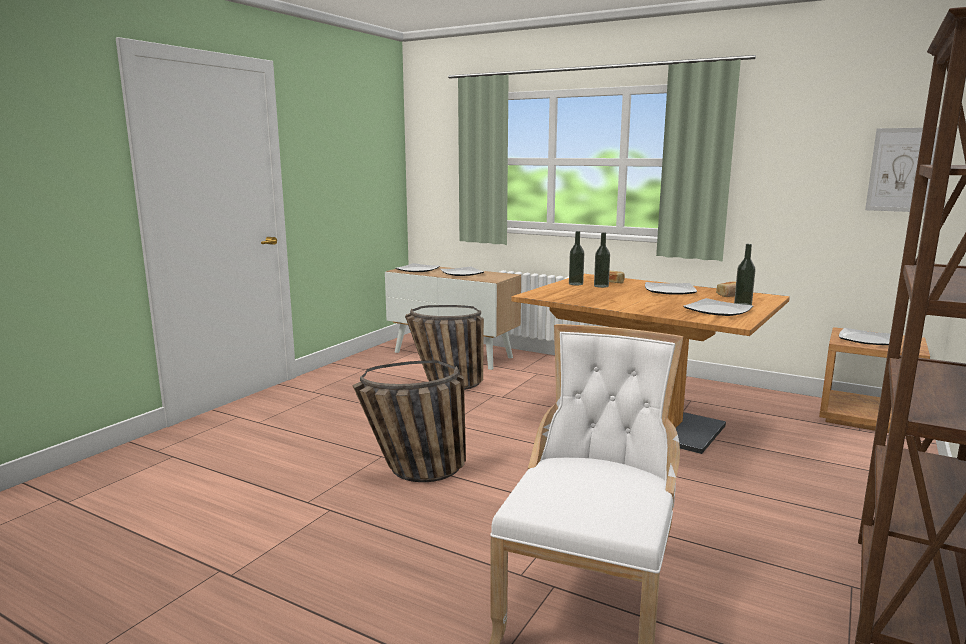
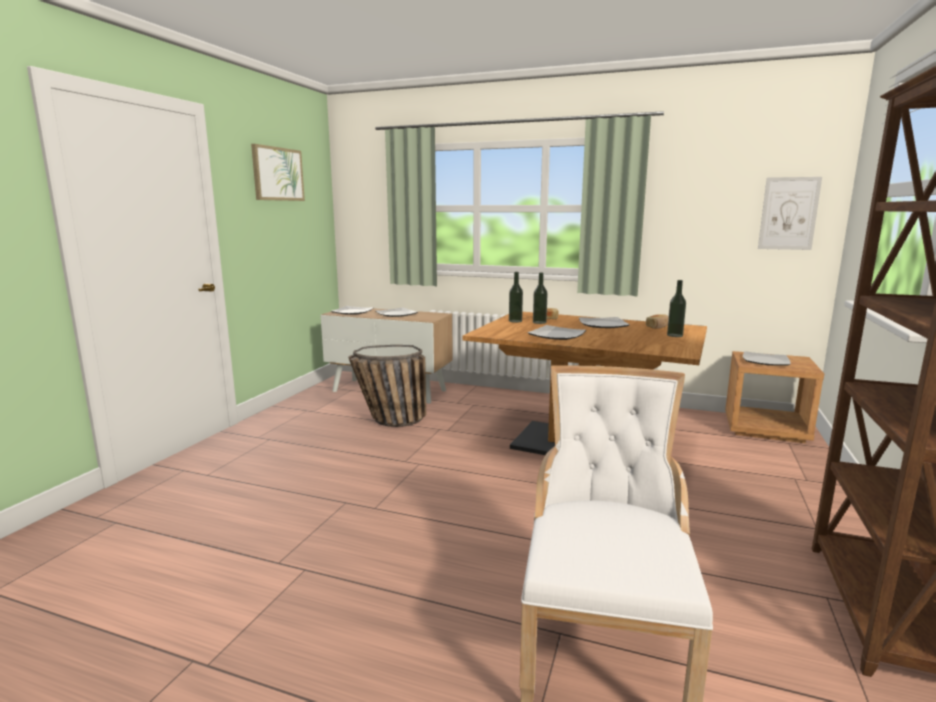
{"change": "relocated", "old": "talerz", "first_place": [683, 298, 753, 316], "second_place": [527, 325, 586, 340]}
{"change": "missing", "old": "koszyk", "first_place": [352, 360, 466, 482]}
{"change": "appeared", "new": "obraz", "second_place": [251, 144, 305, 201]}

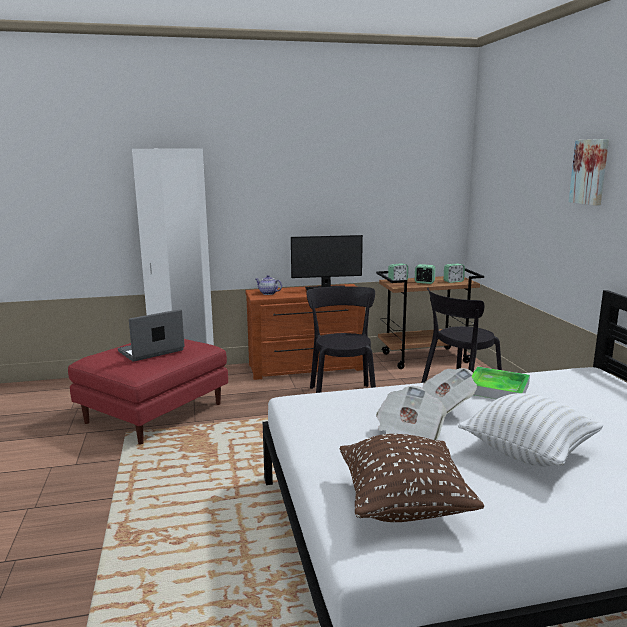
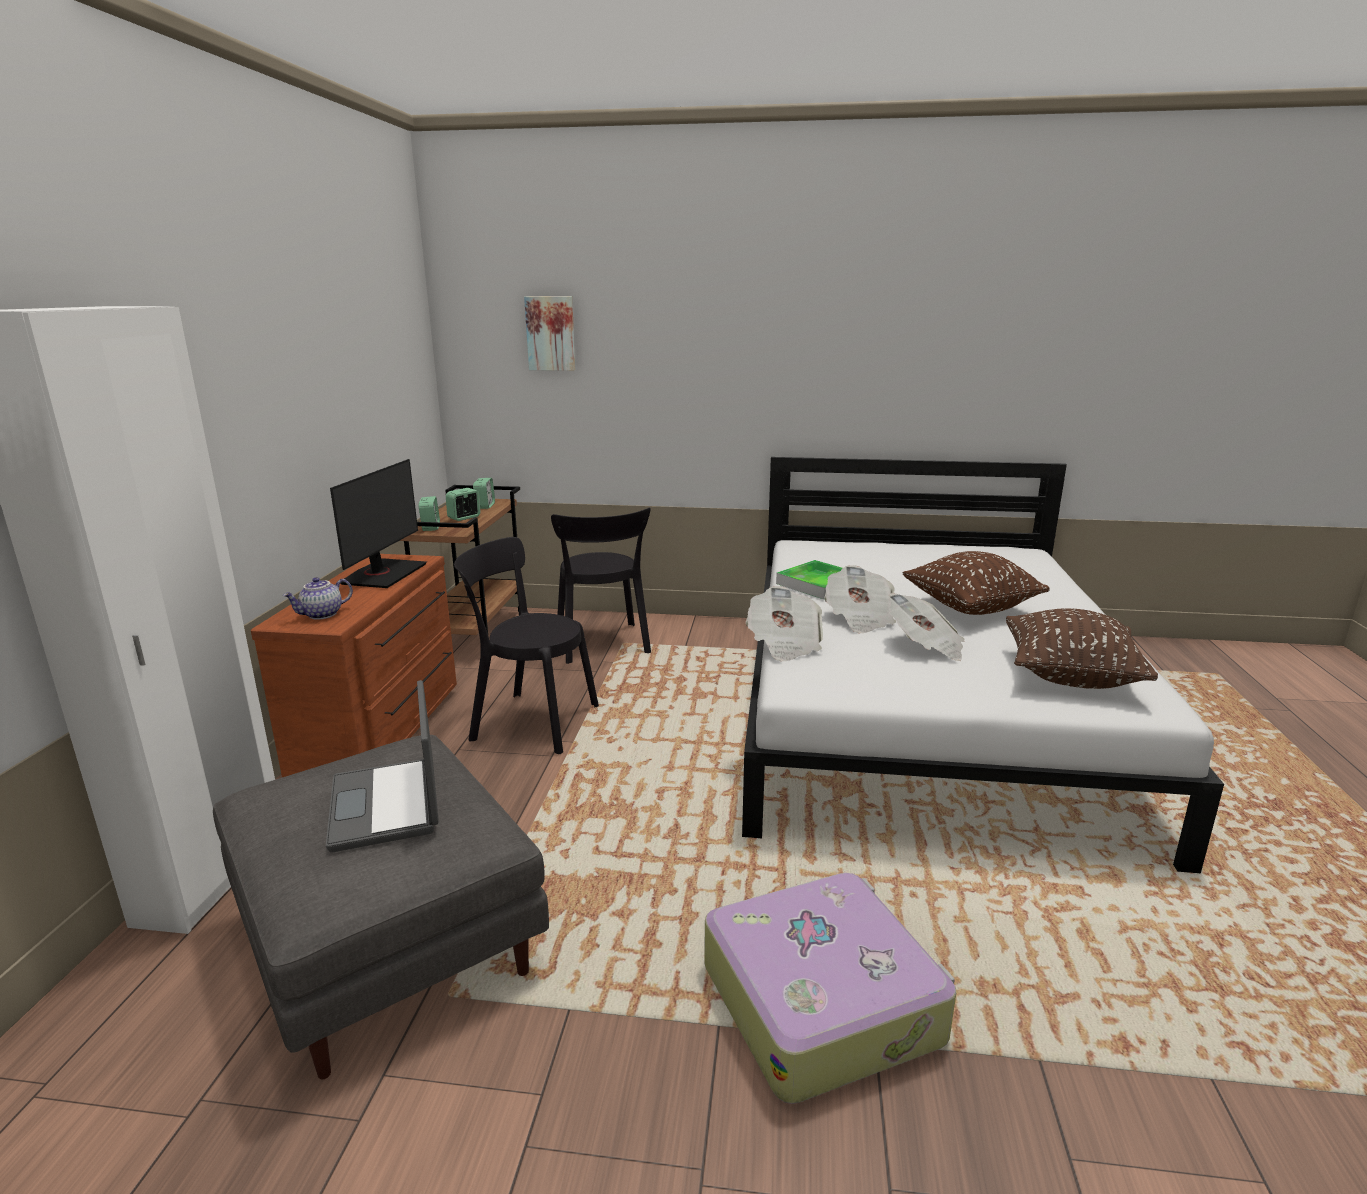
{"change": "relocated", "old": "obraz", "first_place": [569, 139, 609, 206], "second_place": [524, 296, 576, 371]}
{"change": "colour", "old": "pufa [czerwony]", "new": "pufa [szary]", "first_place": [68, 339, 228, 444], "second_place": [213, 735, 549, 1080]}
{"change": "colour", "old": "poduszka [biały]", "new": "poduszka [brązowy]", "first_place": [458, 393, 604, 467], "second_place": [903, 551, 1050, 615]}
{"change": "appeared", "new": "gazeta", "second_place": [746, 586, 823, 662]}
{"change": "appeared", "new": "walizka", "second_place": [704, 873, 956, 1104]}

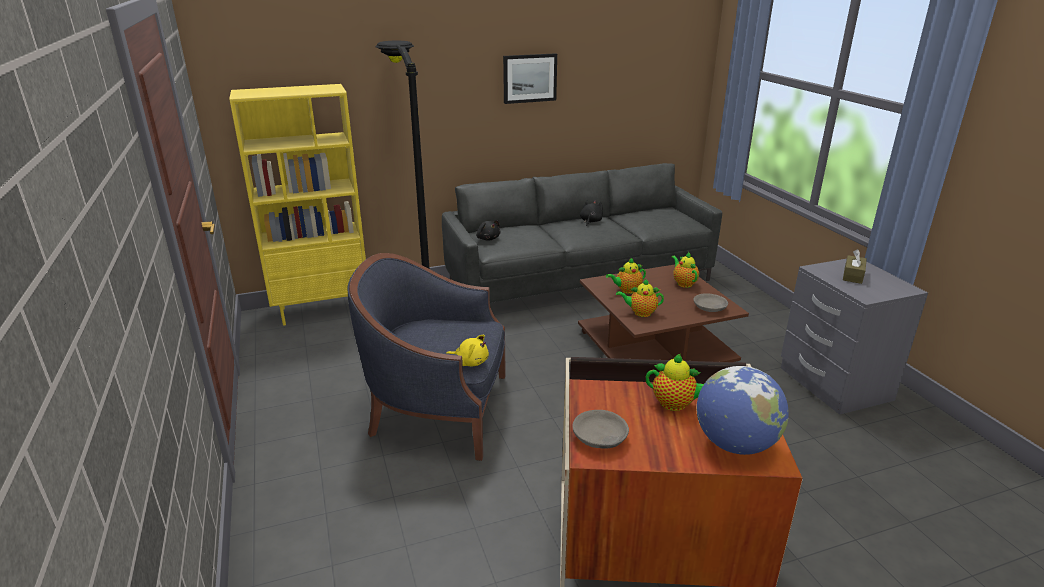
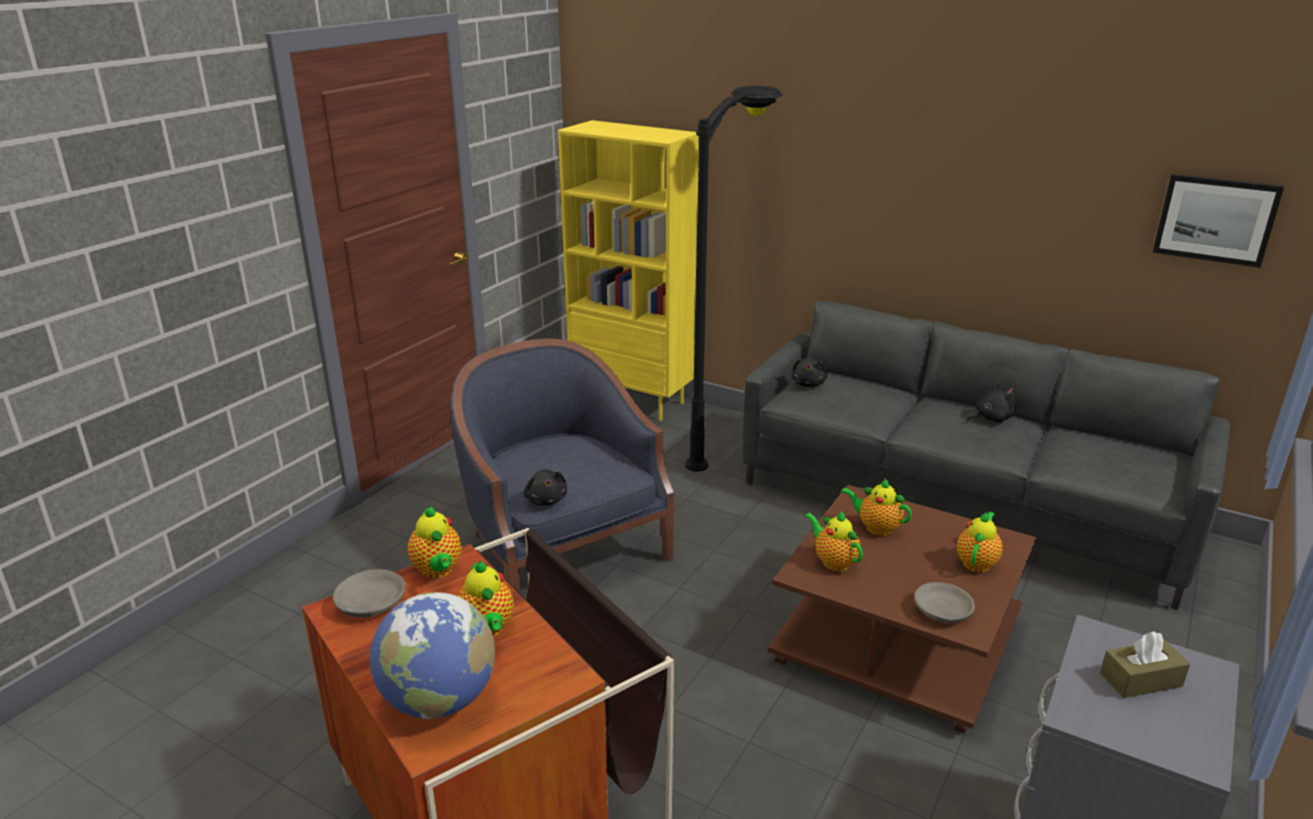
{"change": "relocated", "old": "obraz", "first_place": [503, 53, 557, 104], "second_place": [1153, 174, 1284, 268]}
{"change": "colour", "old": "pluszak [żółty]", "new": "pluszak [czarny]", "first_place": [447, 335, 489, 366], "second_place": [524, 470, 567, 505]}
{"change": "appeared", "new": "imbryk", "second_place": [408, 506, 462, 578]}

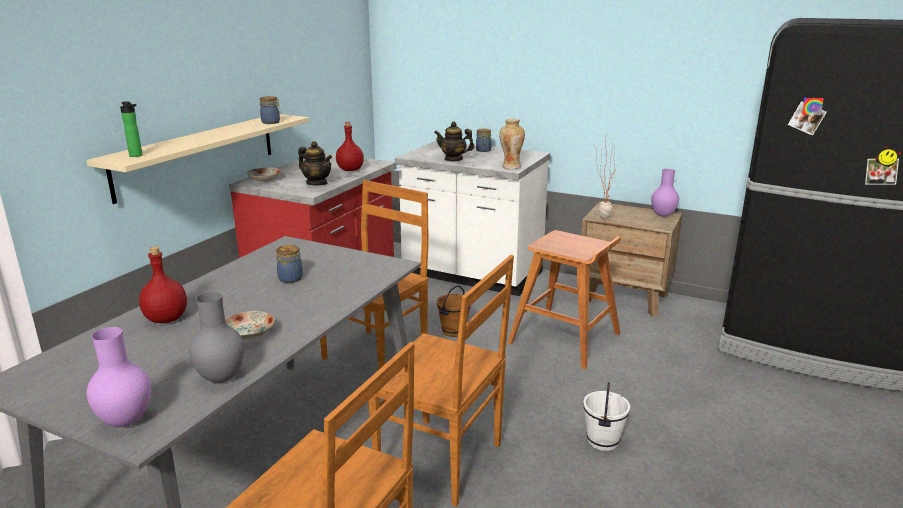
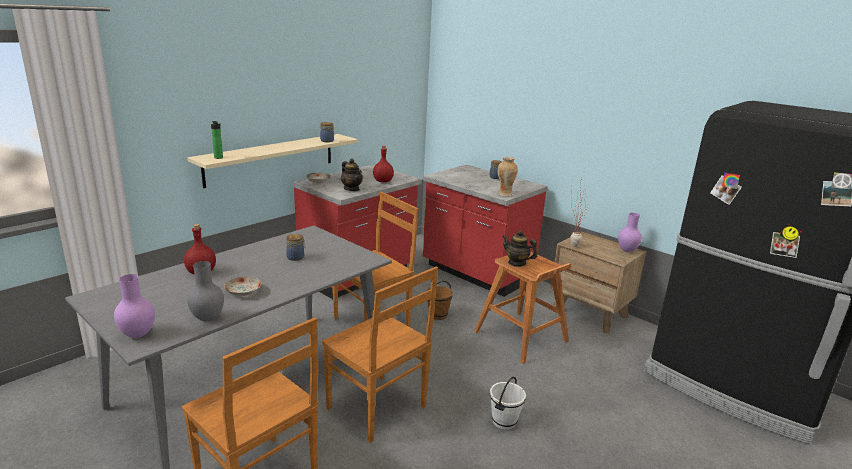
{"change": "relocated", "old": "imbryk", "first_place": [434, 122, 474, 161], "second_place": [502, 230, 537, 267]}
{"change": "colour", "old": "zabudowa kuchenna [biały]", "new": "zabudowa kuchenna [czerwony]", "first_place": [395, 141, 550, 296], "second_place": [423, 165, 548, 297]}

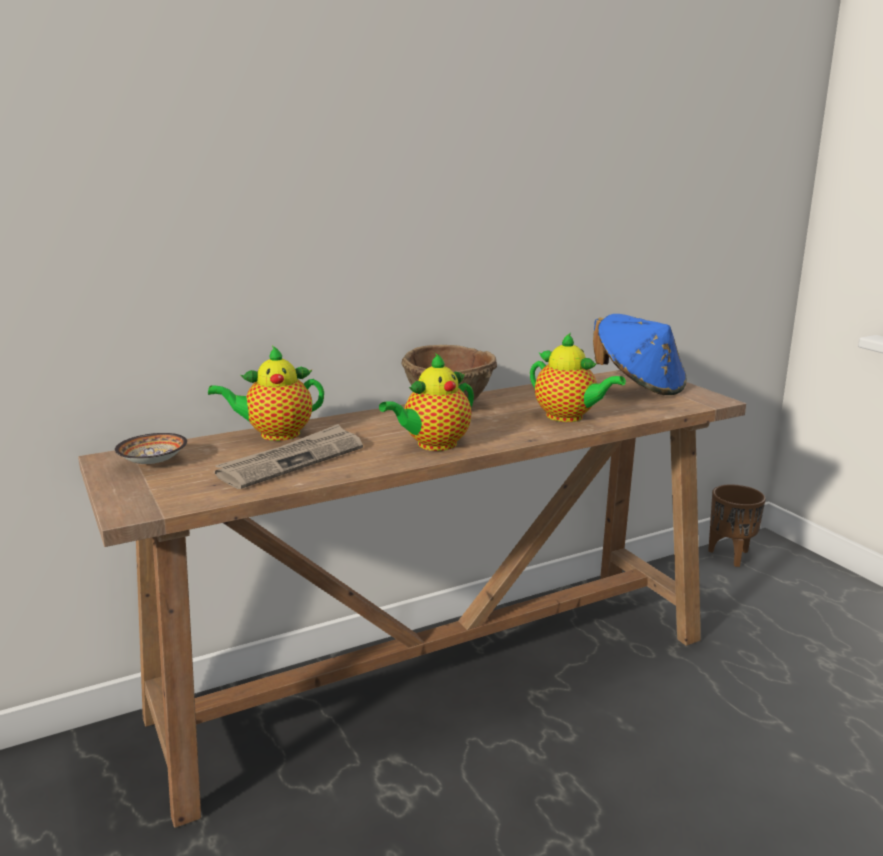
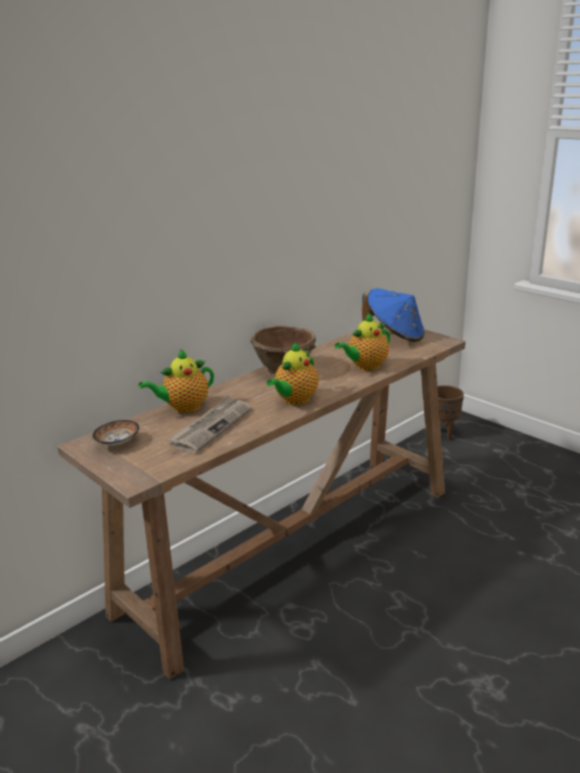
{"change": "spun", "old": "imbryk", "first_place": [530, 333, 626, 422], "second_place": [335, 313, 390, 371], "degrees": 120}

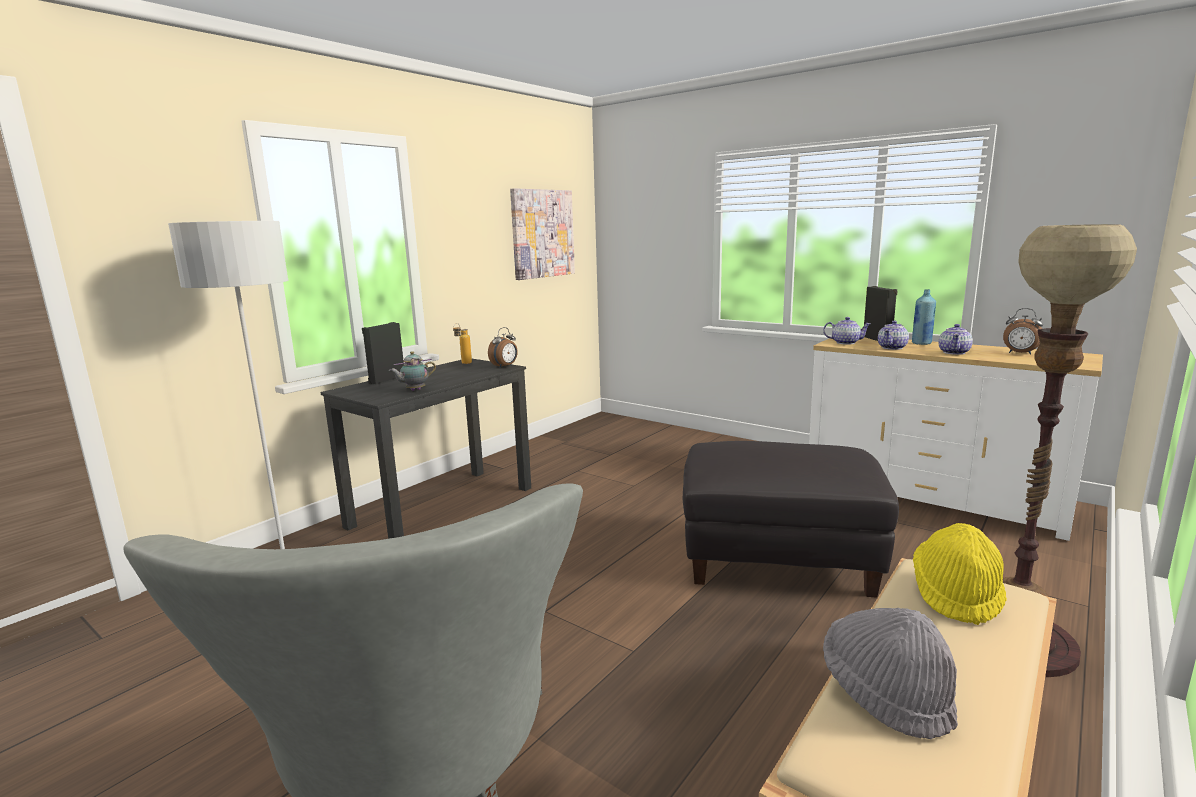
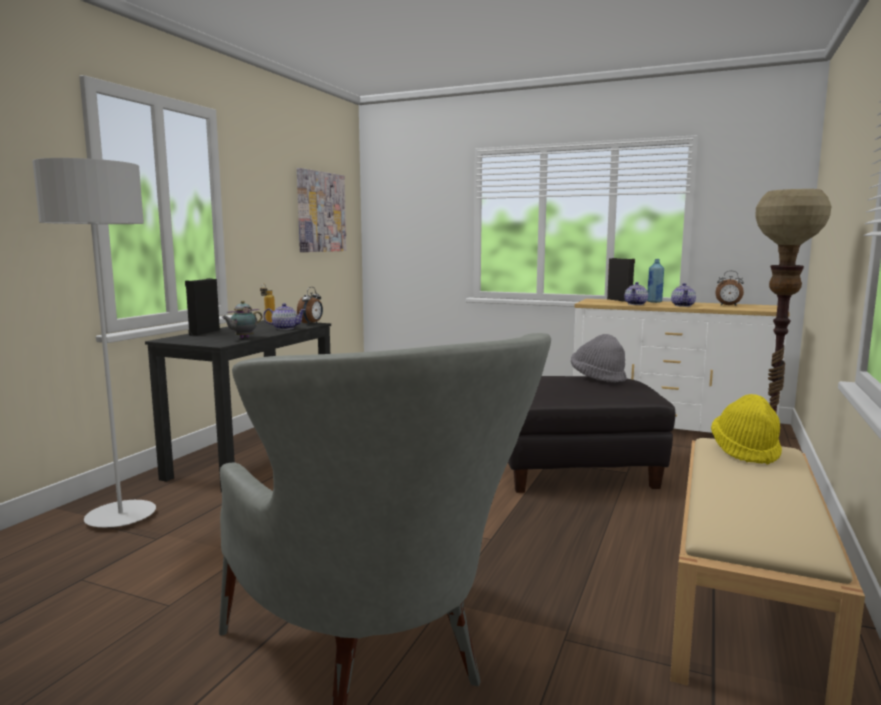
{"change": "relocated", "old": "imbryk", "first_place": [823, 317, 871, 345], "second_place": [263, 303, 306, 330]}
{"change": "relocated", "old": "kapelusz [szary]", "first_place": [823, 608, 958, 739], "second_place": [571, 334, 627, 383]}

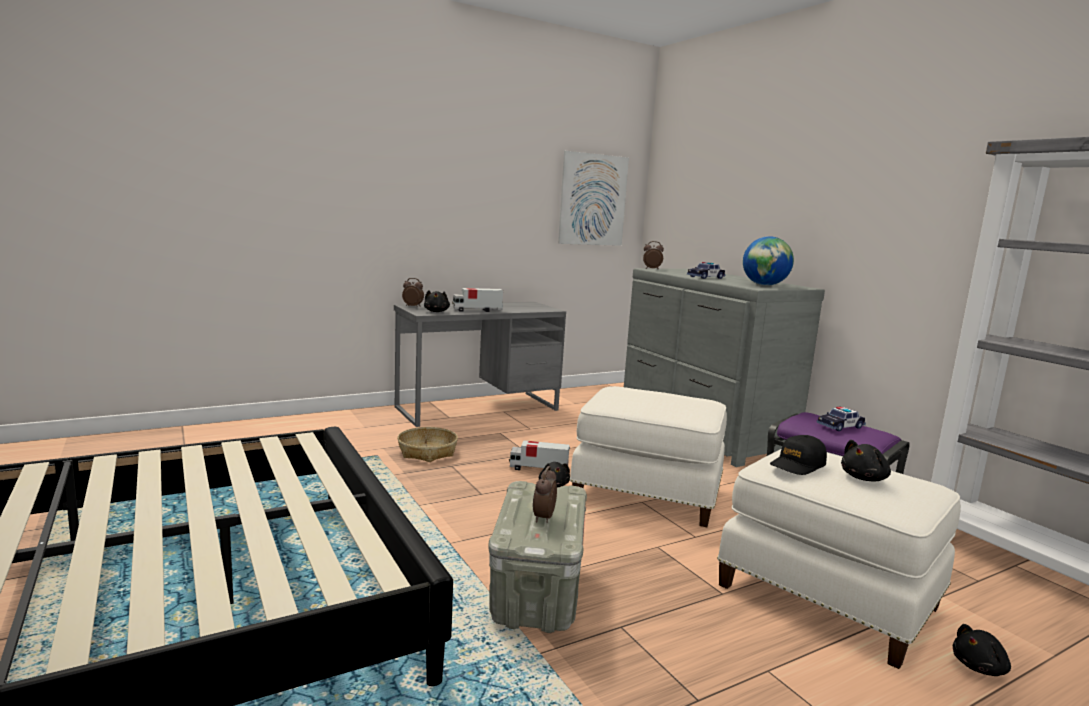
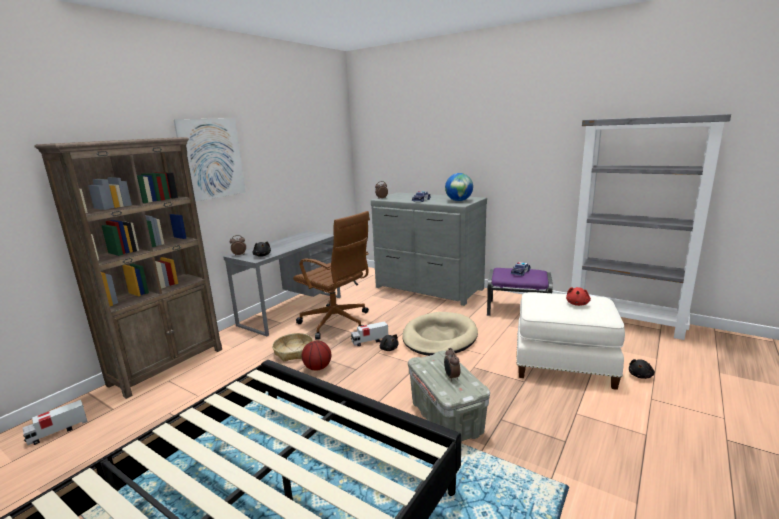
{"change": "relocated", "old": "obraz", "first_place": [558, 151, 629, 246], "second_place": [173, 118, 245, 202]}
{"change": "relocated", "old": "ciężarówka zabawkowa", "first_place": [452, 288, 503, 312], "second_place": [23, 400, 88, 445]}
{"change": "exchanged", "old": "pufa [biały]", "new": "legowisko [beżowy]", "first_place": [569, 386, 727, 527], "second_place": [402, 312, 478, 356]}
{"change": "missing", "old": "czapka z daszkiem [czarny]", "first_place": [770, 435, 827, 475]}
{"change": "colour", "old": "pluszak [czarny]", "new": "pluszak [czerwony]", "first_place": [841, 440, 891, 482], "second_place": [566, 287, 591, 306]}
{"change": "appeared", "new": "regał [brązowy]", "second_place": [34, 137, 222, 399]}
{"change": "appeared", "new": "krzesło biurowe [brązowy]", "second_place": [293, 211, 370, 340]}
{"change": "appeared", "new": "piłka do koszykówki", "second_place": [302, 341, 331, 371]}

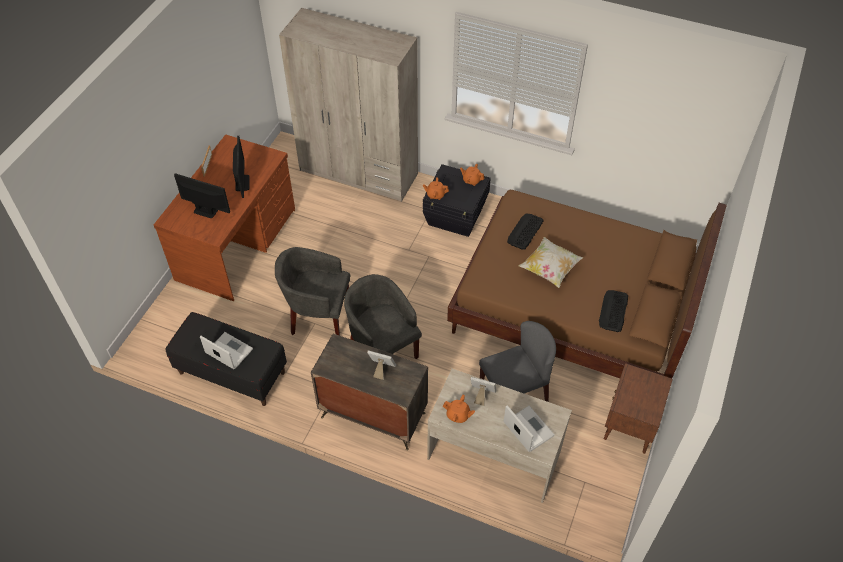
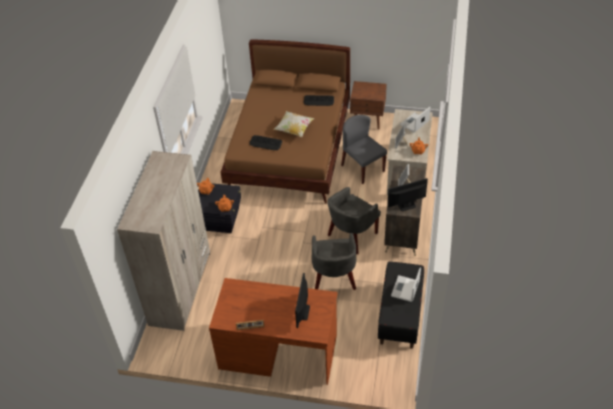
{"change": "relocated", "old": "monitor", "first_place": [233, 136, 250, 198], "second_place": [387, 178, 428, 211]}

